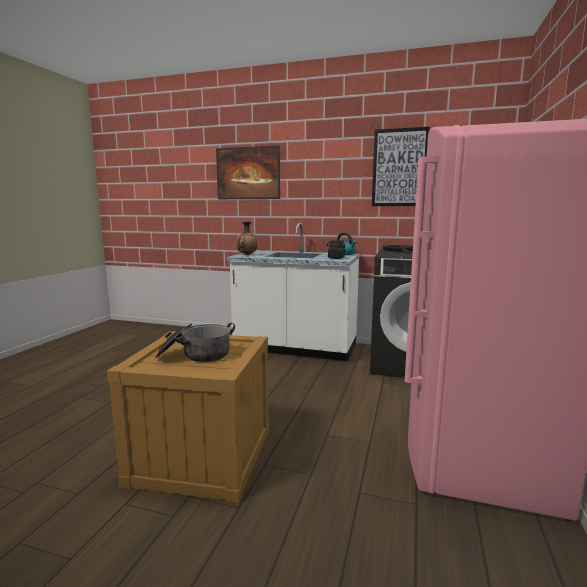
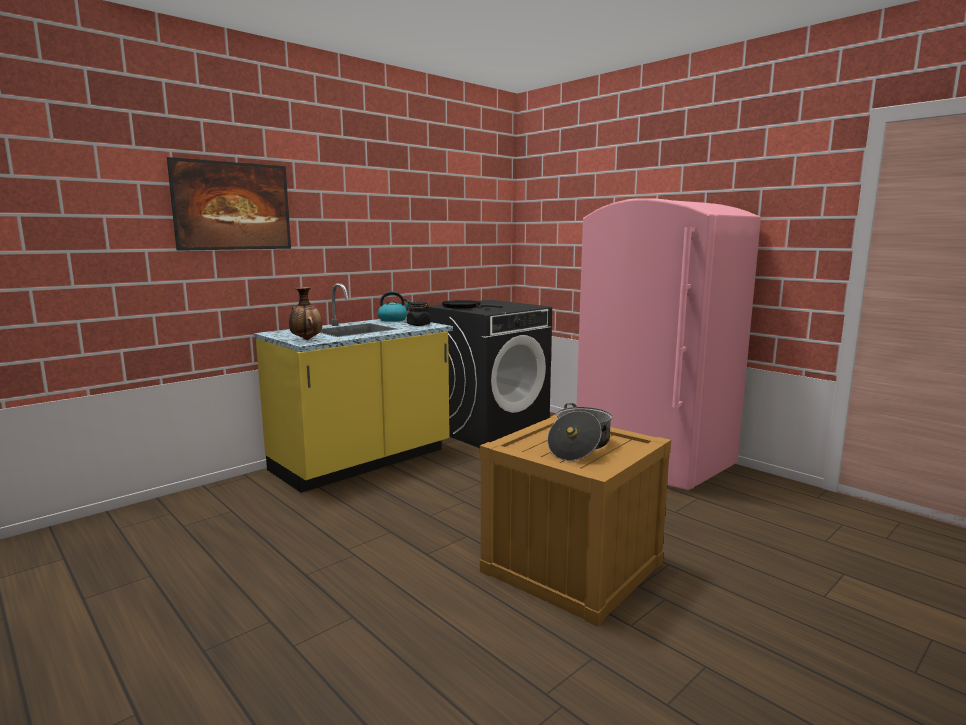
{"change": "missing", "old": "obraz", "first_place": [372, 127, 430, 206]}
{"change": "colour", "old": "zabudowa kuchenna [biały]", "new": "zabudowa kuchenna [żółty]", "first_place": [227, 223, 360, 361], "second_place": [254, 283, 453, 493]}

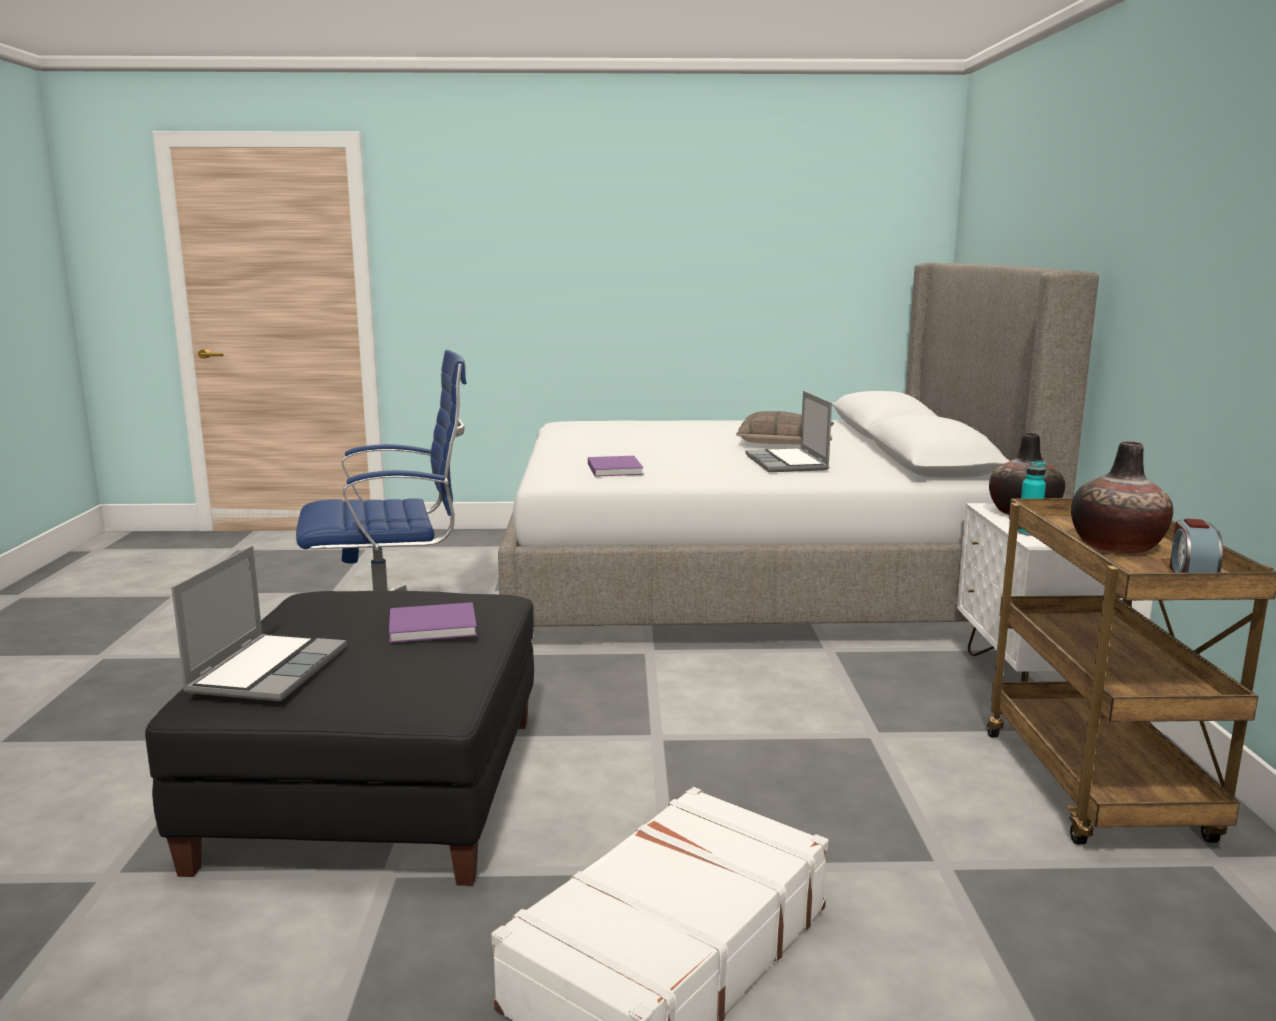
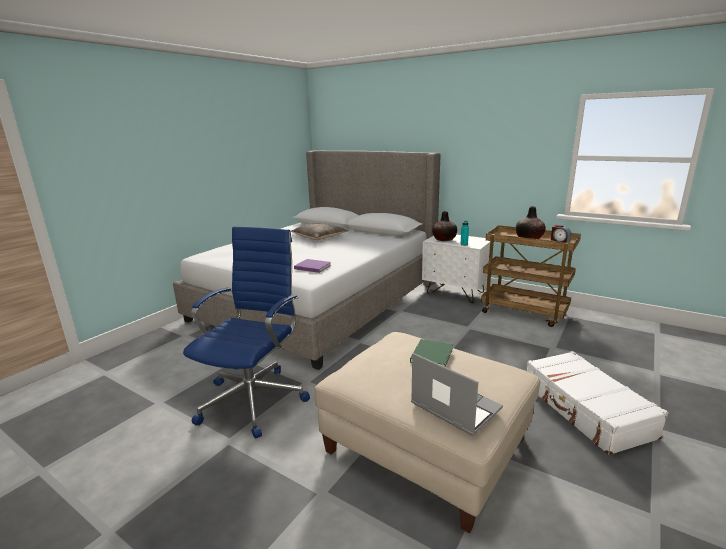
{"change": "missing", "old": "laptop", "first_place": [745, 391, 832, 472]}
{"change": "colour", "old": "pufa [czarny]", "new": "pufa [beżowy]", "first_place": [145, 591, 534, 886], "second_place": [315, 332, 540, 533]}
{"change": "colour", "old": "książka [fioletowy]", "new": "książka [zielony]", "first_place": [389, 602, 477, 643], "second_place": [410, 339, 453, 367]}

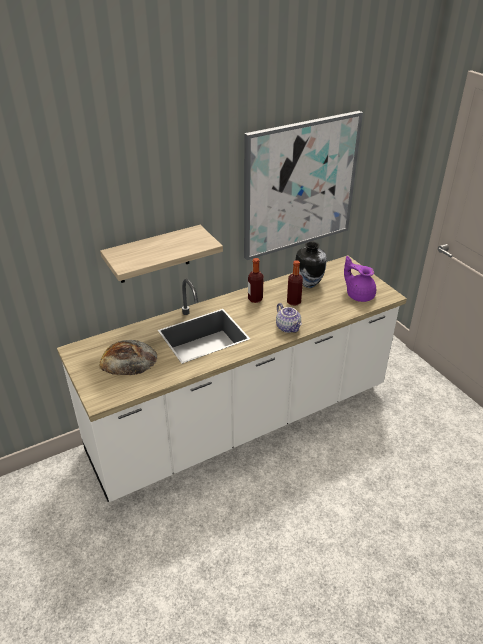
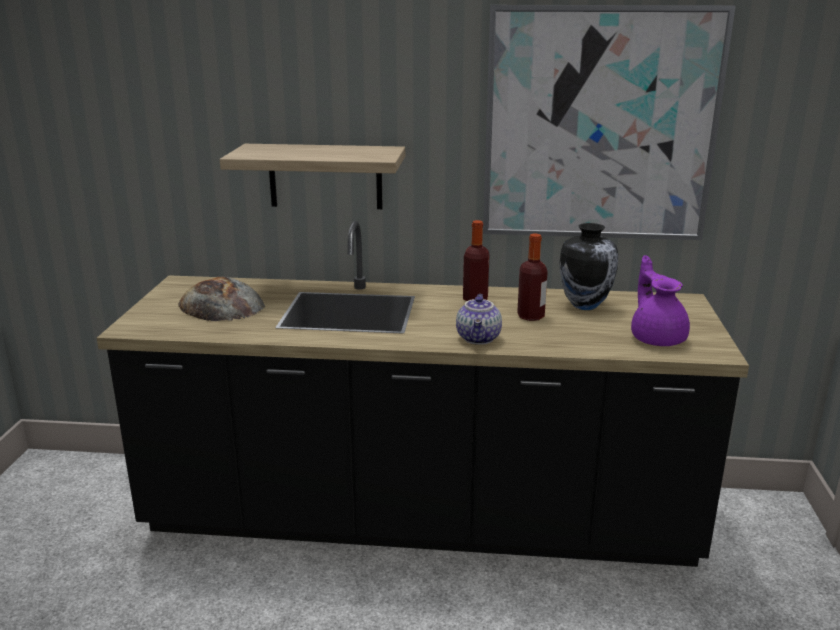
{"change": "colour", "old": "zabudowa kuchenna [biały]", "new": "zabudowa kuchenna [czarny]", "first_place": [57, 255, 407, 502], "second_place": [97, 221, 749, 567]}

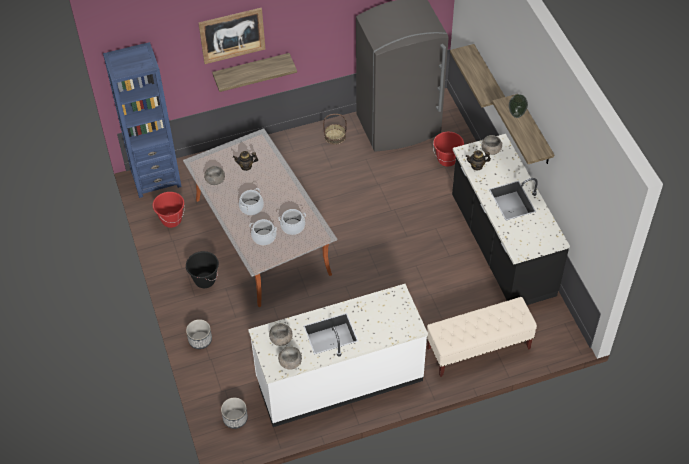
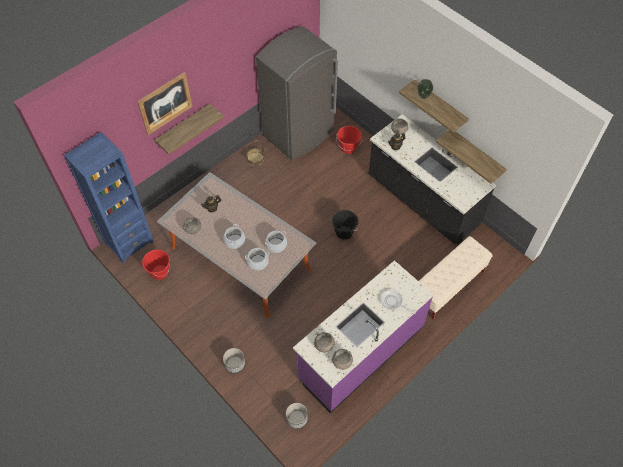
{"change": "relocated", "old": "półka", "first_place": [450, 44, 505, 108], "second_place": [436, 130, 507, 184]}
{"change": "relocated", "old": "wiadro [czarny]", "first_place": [186, 251, 219, 288], "second_place": [332, 210, 359, 240]}
{"change": "colour", "old": "zabudowa kuchenna [biały]", "new": "zabudowa kuchenna [fioletowy]", "first_place": [248, 284, 428, 427], "second_place": [293, 260, 434, 413]}
{"change": "appeared", "new": "patelnia", "second_place": [381, 290, 416, 314]}

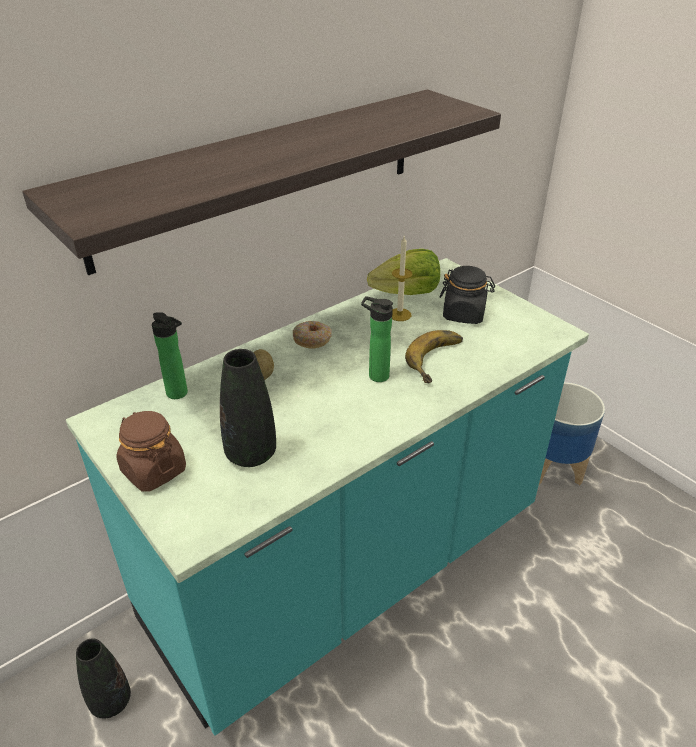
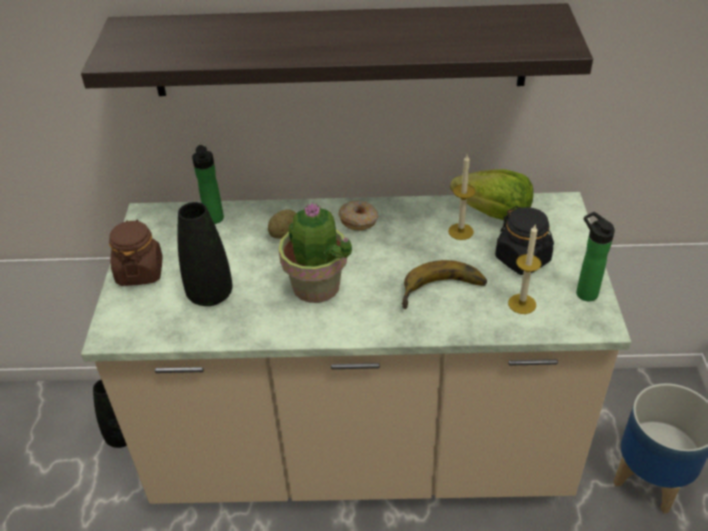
{"change": "colour", "old": "zabudowa kuchenna [turkusowy]", "new": "zabudowa kuchenna [beżowy]", "first_place": [66, 258, 589, 735], "second_place": [81, 192, 631, 504]}
{"change": "relocated", "old": "butelka", "first_place": [361, 296, 393, 382], "second_place": [576, 212, 615, 301]}
{"change": "appeared", "new": "roślina doniczkowa", "second_place": [279, 203, 352, 303]}
{"change": "appeared", "new": "świeca", "second_place": [508, 225, 542, 314]}

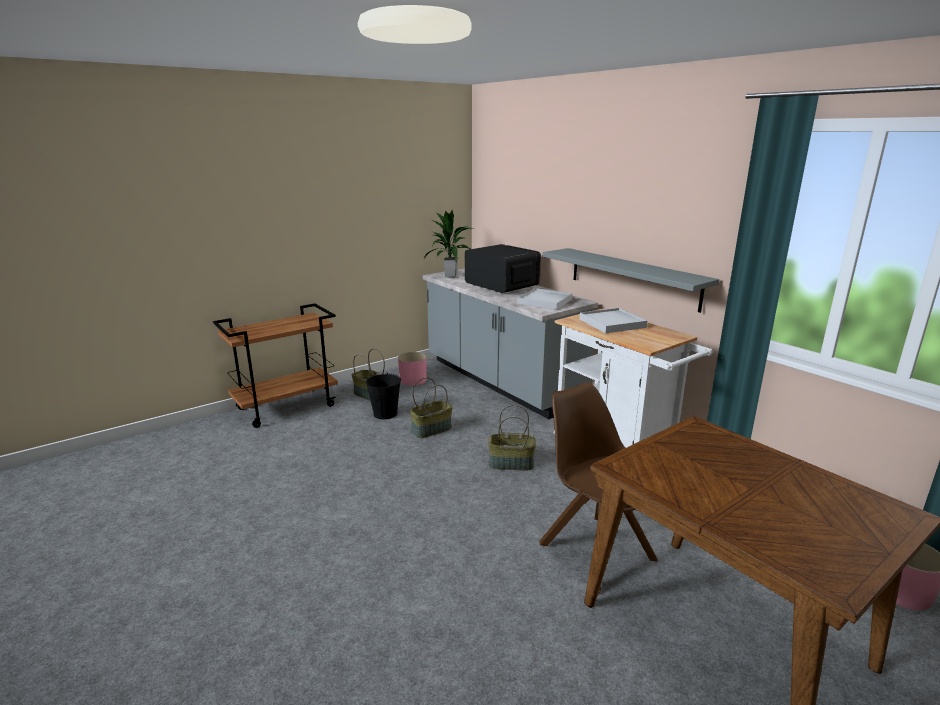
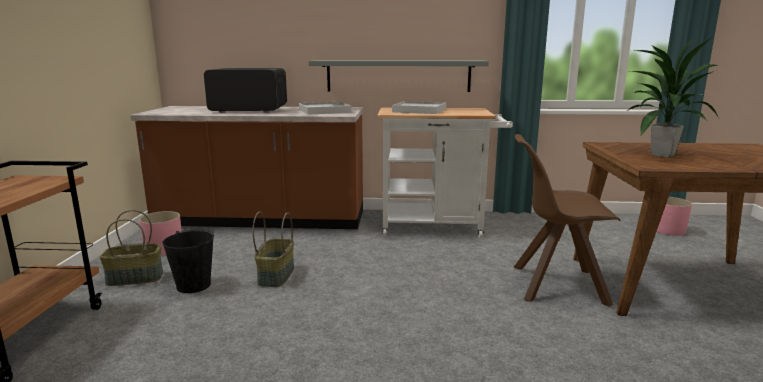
{"change": "relocated", "old": "roślina doniczkowa", "first_place": [423, 210, 475, 277], "second_place": [627, 36, 724, 158]}
{"change": "colour", "old": "zabudowa kuchenna [szary]", "new": "zabudowa kuchenna [brązowy]", "first_place": [423, 268, 598, 419], "second_place": [130, 106, 363, 229]}
{"change": "missing", "old": "koszyk", "first_place": [488, 405, 536, 470]}

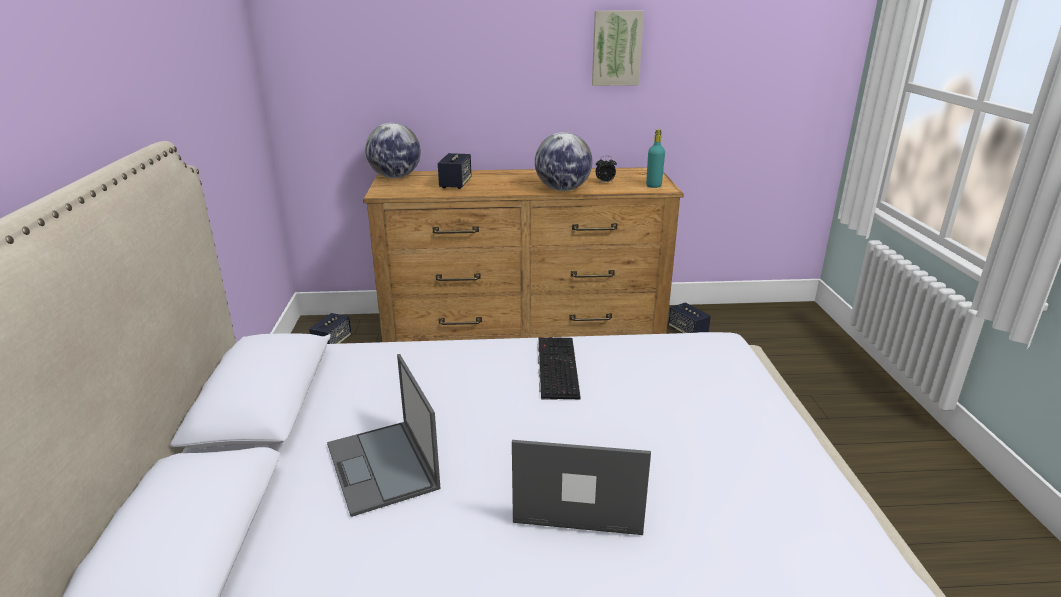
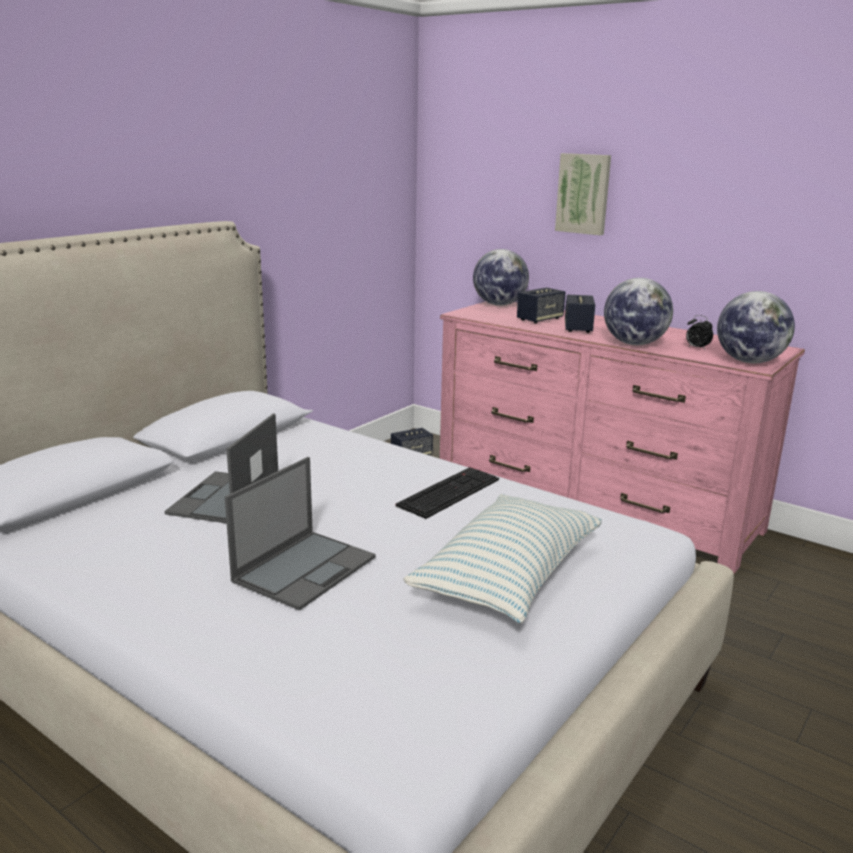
{"change": "relocated", "old": "obraz", "first_place": [592, 11, 644, 86], "second_place": [555, 153, 611, 236]}
{"change": "exchanged", "old": "butelka [turkusowy]", "new": "globus", "first_place": [646, 129, 665, 188], "second_place": [717, 291, 795, 363]}
{"change": "colour", "old": "komoda [brązowy]", "new": "komoda [różowy]", "first_place": [363, 167, 684, 342], "second_place": [440, 302, 805, 574]}
{"change": "relocated", "old": "głośnik", "first_place": [668, 303, 711, 333], "second_place": [565, 295, 595, 333]}
{"change": "spun", "old": "laptop", "first_place": [512, 440, 651, 535], "second_place": [225, 457, 376, 611], "degrees": 75}
{"change": "appeared", "new": "poduszka", "second_place": [403, 494, 602, 623]}

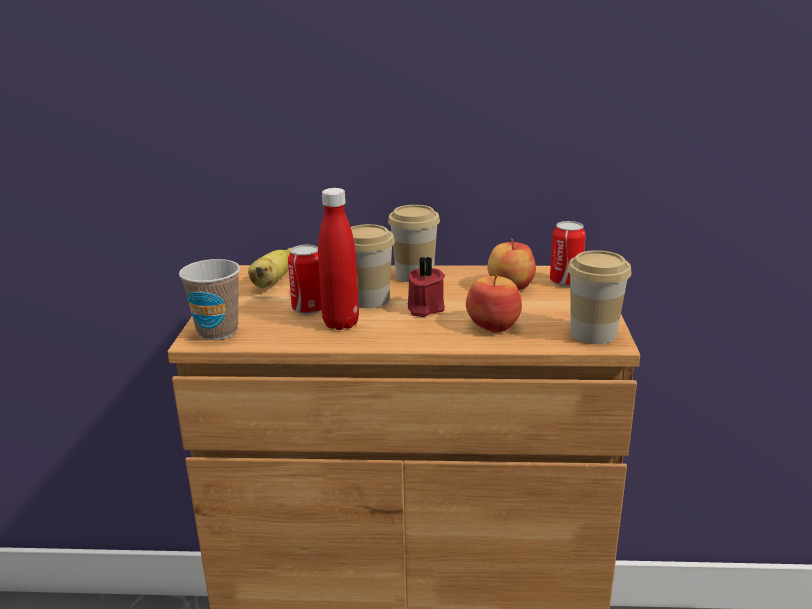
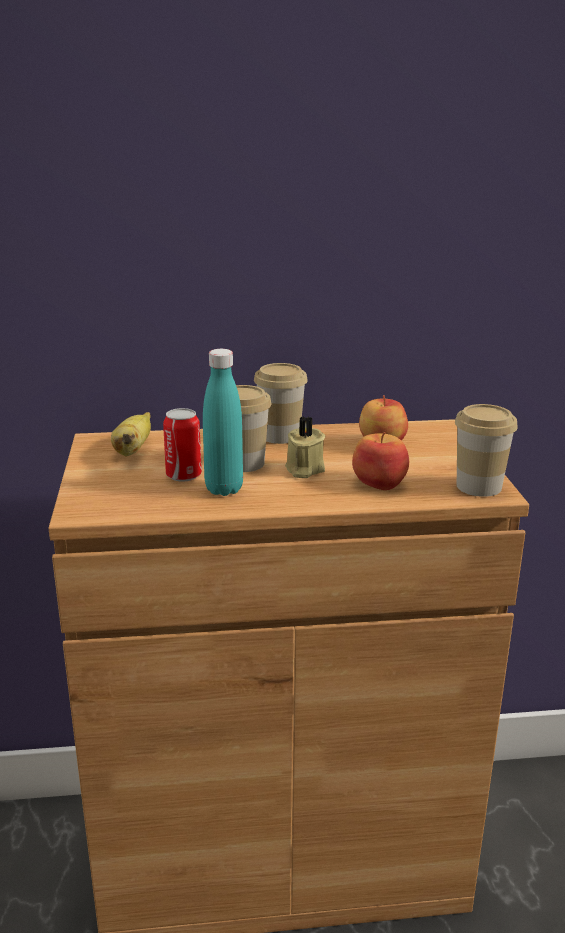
{"change": "colour", "old": "butelka [czerwony]", "new": "butelka [turkusowy]", "first_place": [318, 188, 359, 330], "second_place": [203, 349, 243, 496]}
{"change": "missing", "old": "puszka", "first_place": [550, 221, 586, 287]}
{"change": "colour", "old": "świeca [czerwony]", "new": "świeca [beżowy]", "first_place": [408, 256, 445, 317], "second_place": [285, 417, 326, 478]}
{"change": "missing", "old": "filiżanka", "first_place": [179, 259, 240, 340]}

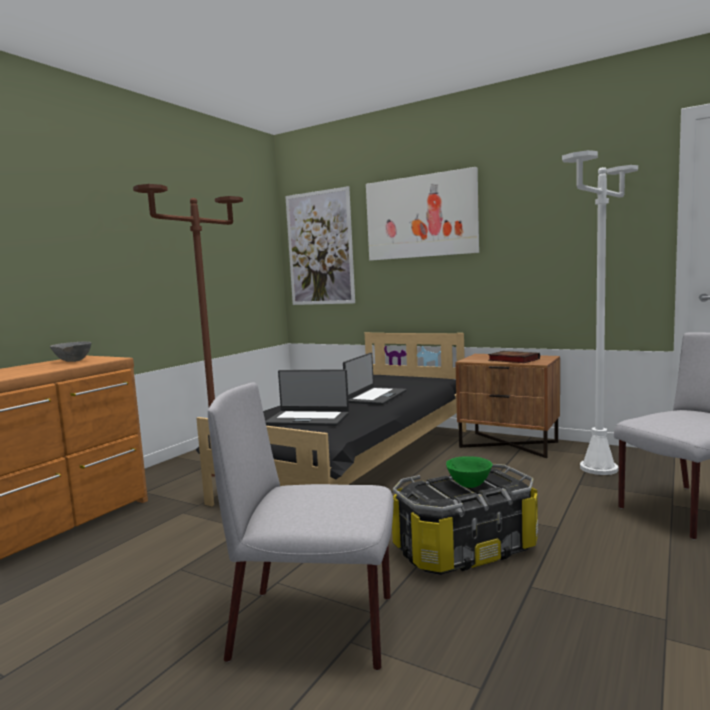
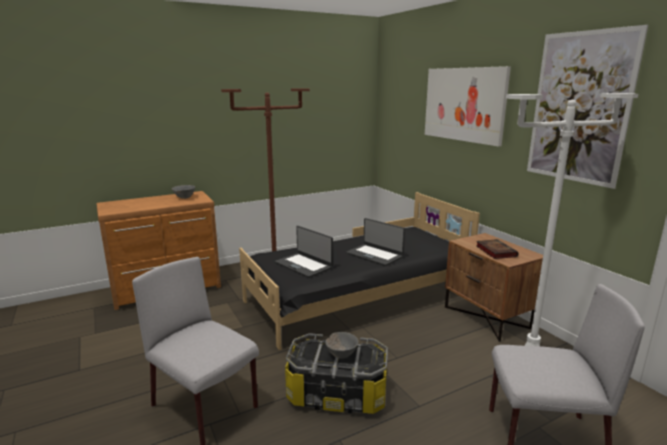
{"change": "relocated", "old": "obraz", "first_place": [285, 186, 355, 305], "second_place": [527, 25, 648, 189]}
{"change": "spun", "old": "laptop", "first_place": [343, 352, 407, 405], "second_place": [346, 218, 405, 266], "degrees": 75}
{"change": "colour", "old": "miska [zielony]", "new": "miska [szary]", "first_place": [446, 456, 492, 488], "second_place": [325, 332, 358, 359]}

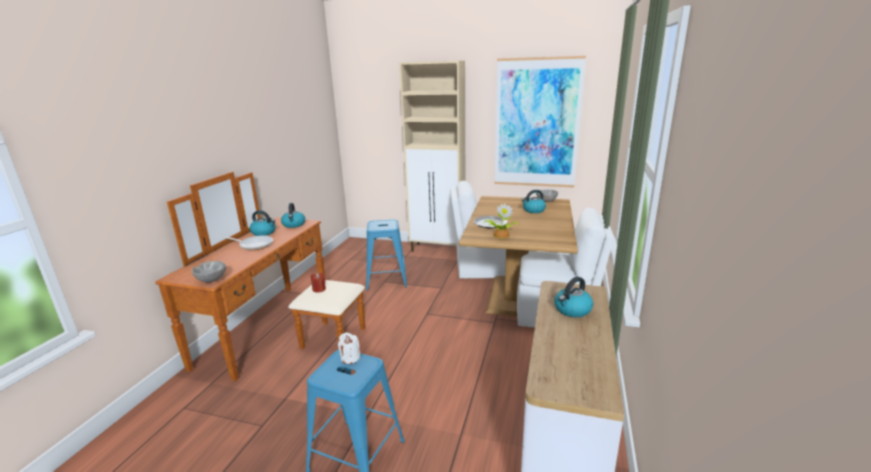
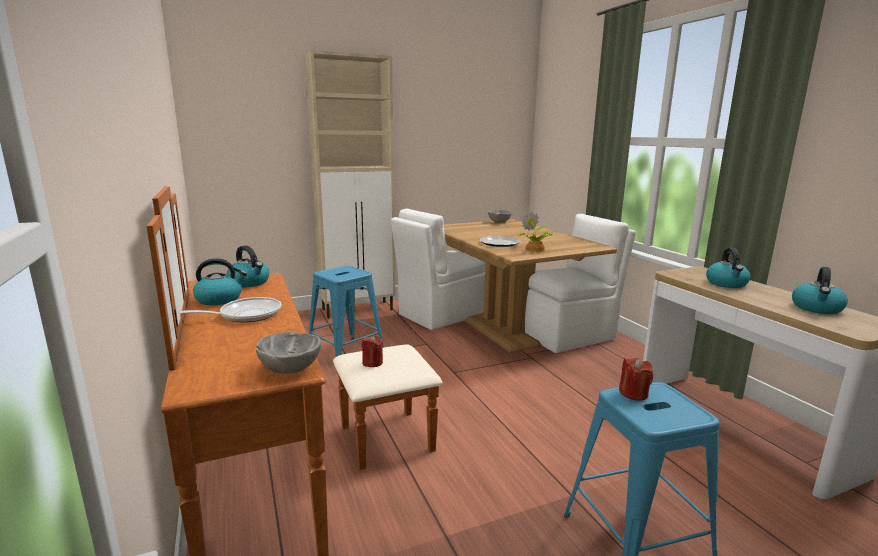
{"change": "missing", "old": "obraz", "first_place": [494, 56, 586, 188]}
{"change": "relocated", "old": "czajnik", "first_place": [522, 190, 546, 213], "second_place": [792, 267, 848, 314]}
{"change": "colour", "old": "świeca [biały]", "new": "świeca [czerwony]", "first_place": [338, 332, 361, 364], "second_place": [619, 357, 653, 401]}

